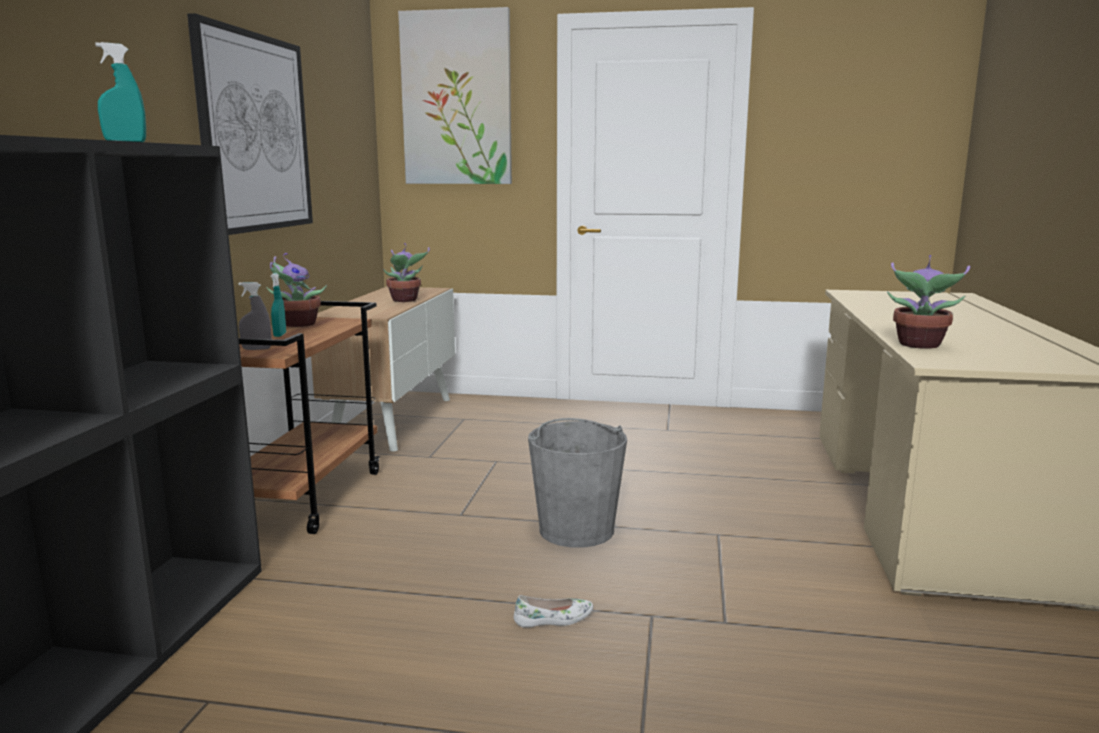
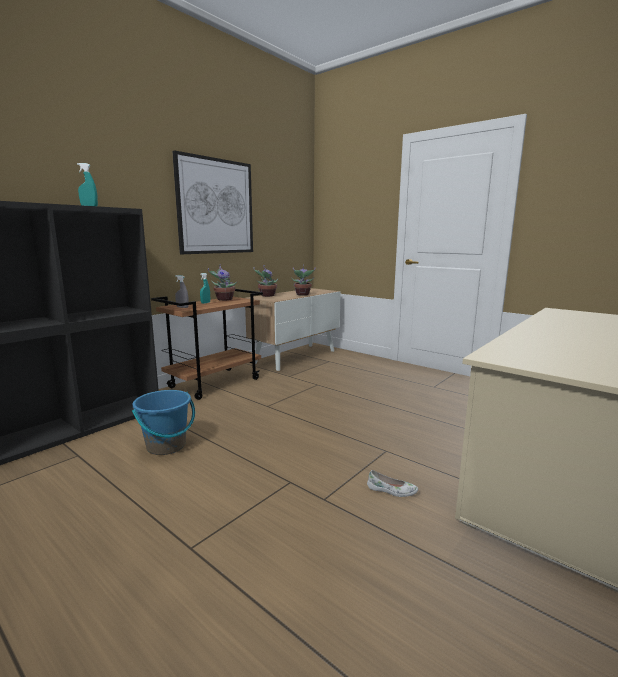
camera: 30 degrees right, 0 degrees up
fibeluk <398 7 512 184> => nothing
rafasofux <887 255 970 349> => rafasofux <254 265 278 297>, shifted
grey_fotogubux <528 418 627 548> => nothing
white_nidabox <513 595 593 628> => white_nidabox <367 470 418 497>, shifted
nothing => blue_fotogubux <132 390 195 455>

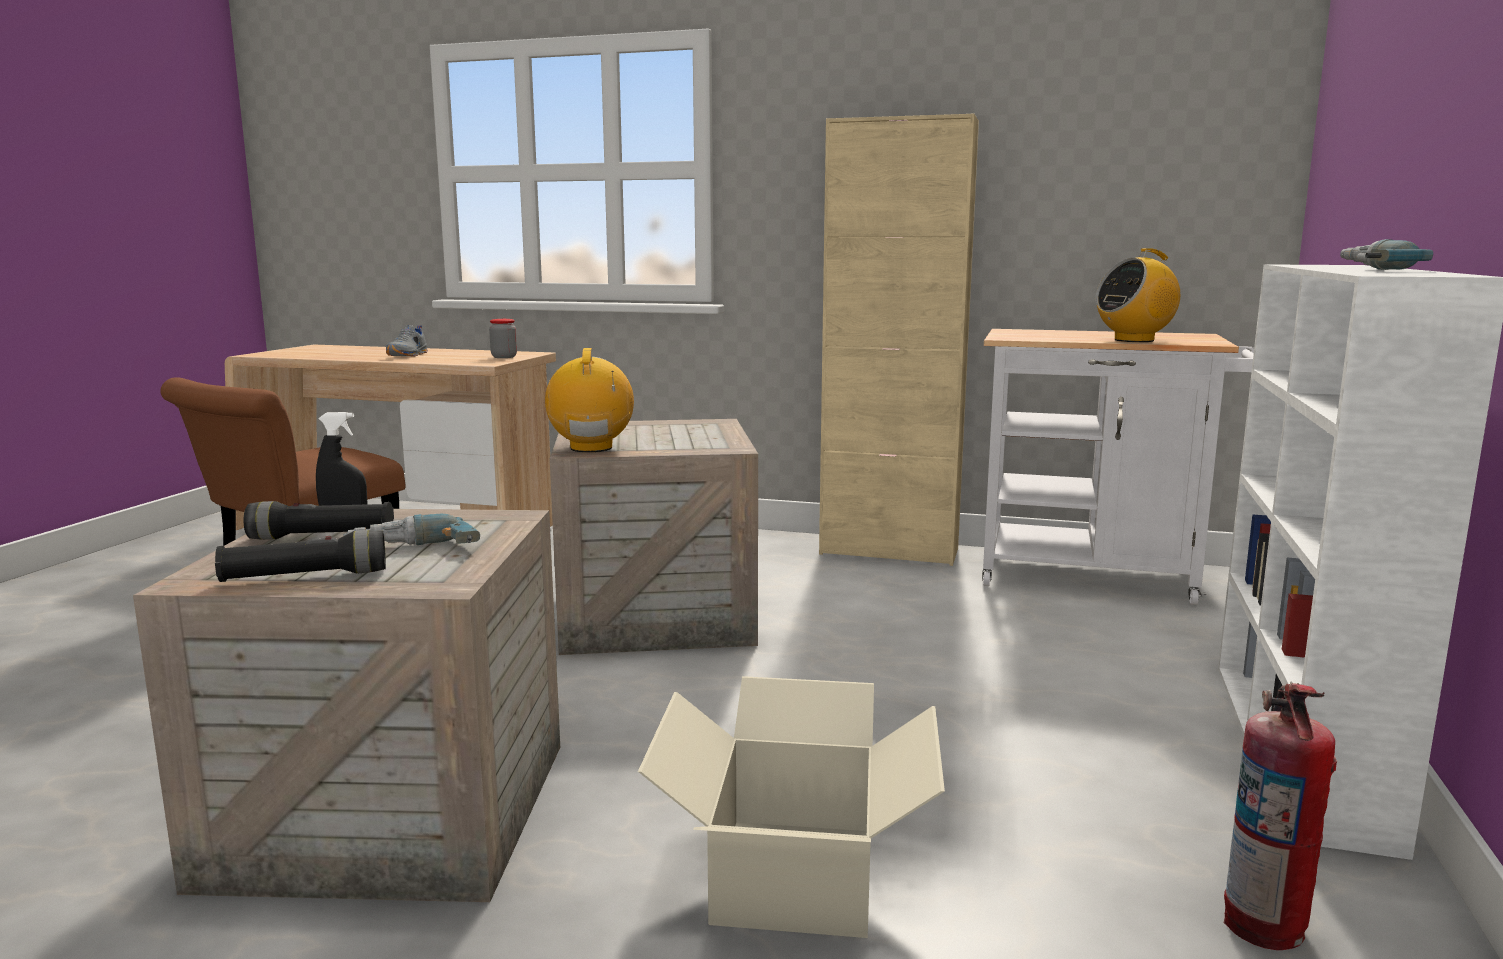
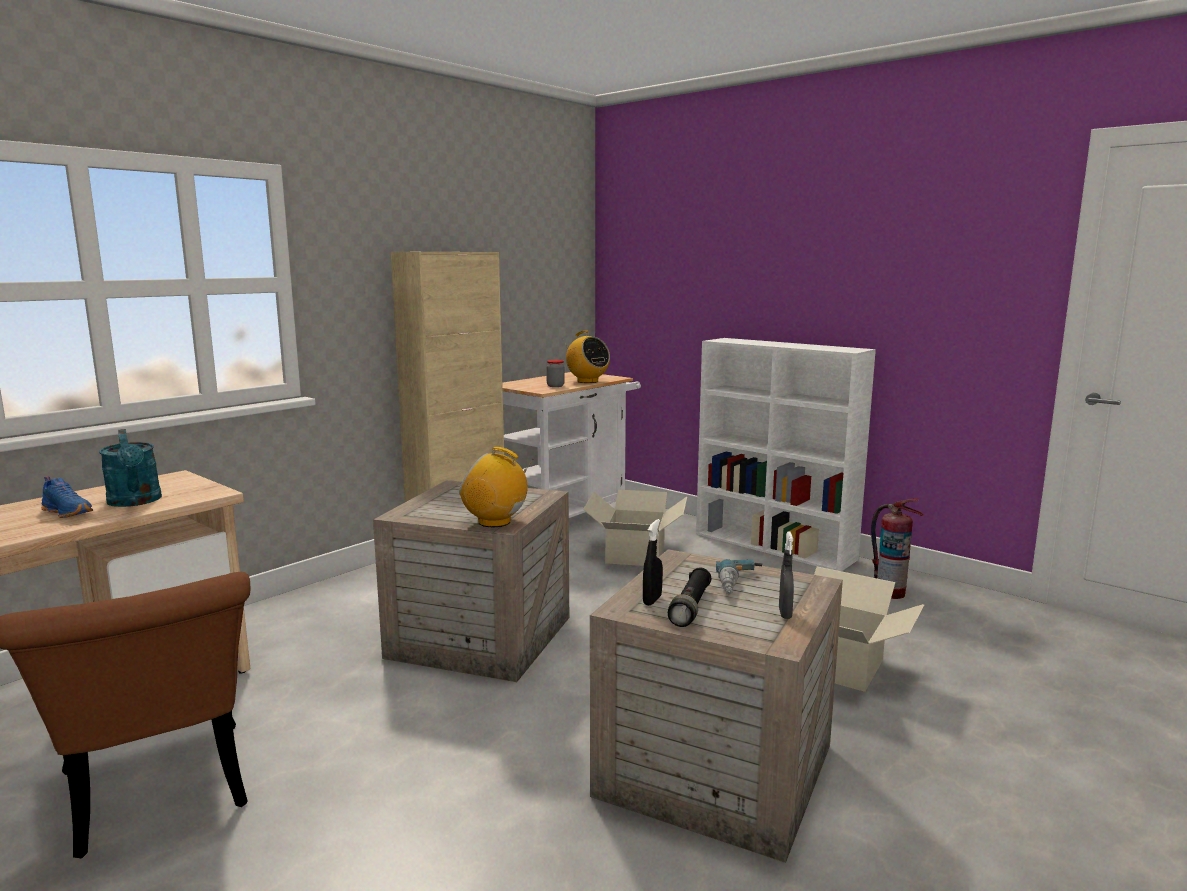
camera: 65 degrees left, 0 degrees up
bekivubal <1340 239 1433 270> => nothing
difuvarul <1096 248 1180 342> => difuvarul <563 331 610 383>, 45 degrees counterclockwise
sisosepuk <489 319 517 358> => sisosepuk <546 360 565 387>, shifted
grey_nidabox <386 325 428 356> => blue_nidabox <41 476 93 518>
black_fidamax <215 530 386 582> => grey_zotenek <779 531 794 619>
nothing => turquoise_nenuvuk <99 429 162 507>
nothing => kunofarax <583 490 687 566>

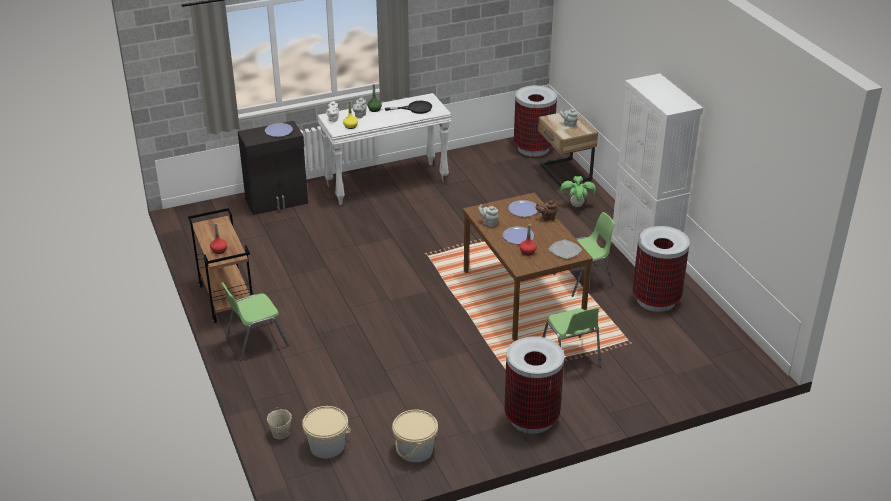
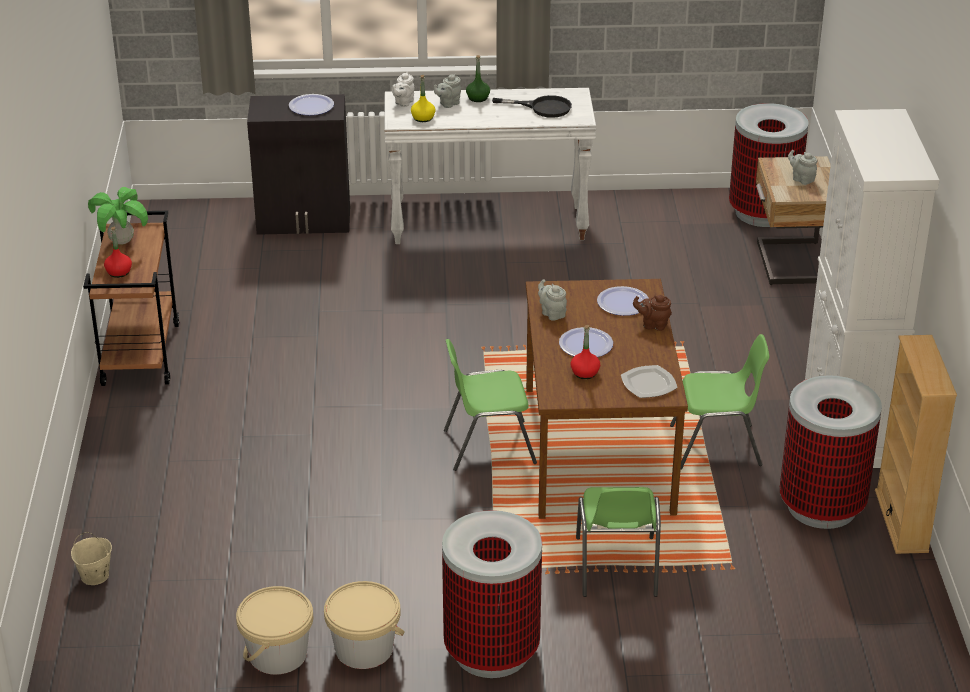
camera: 20 degrees right, 0 degrees up
rafasofux <560 176 596 207> => rafasofux <88 187 148 244>, shifted
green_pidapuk <221 282 289 361> => green_pidapuk <444 339 537 471>, shifted
beige_fotogubux <302 406 351 458> => beige_fotogubux <324 581 405 669>, shifted
nothing => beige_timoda <875 335 957 554>

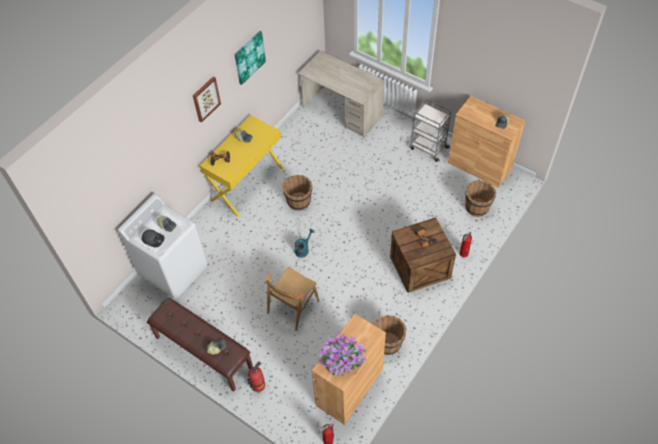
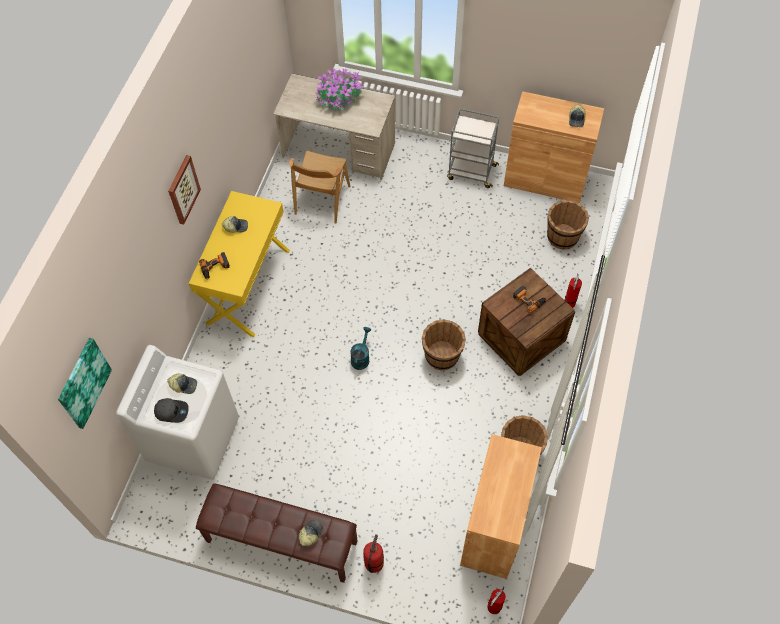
camera: 20 degrees left, 5 degrees up
fibeluk <234 31 266 85> => fibeluk <58 338 112 429>, shifted
brown_fotogubux <282 175 312 211> => brown_fotogubux <422 319 466 371>, shifted
brown_pidapuk <266 267 319 331> => brown_pidapuk <289 151 350 224>, shifted
rafasofux <318 333 366 376> => rafasofux <316 68 364 111>, shifted

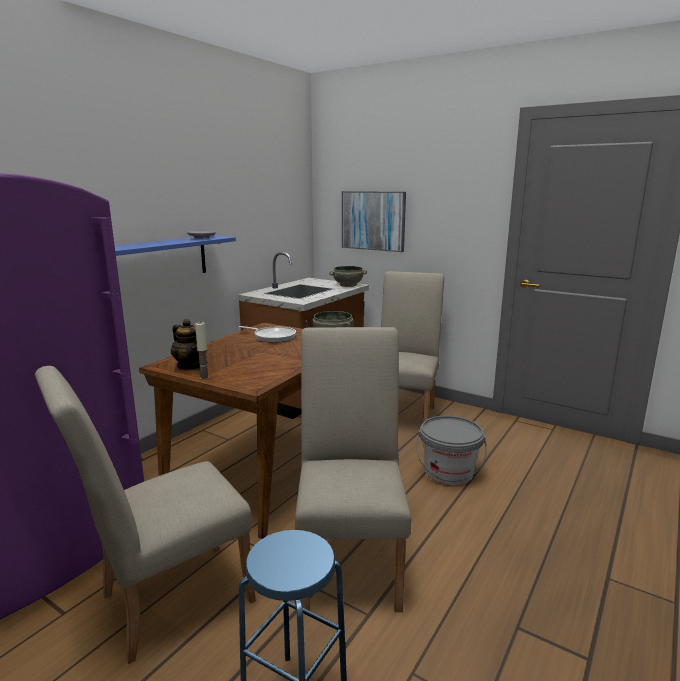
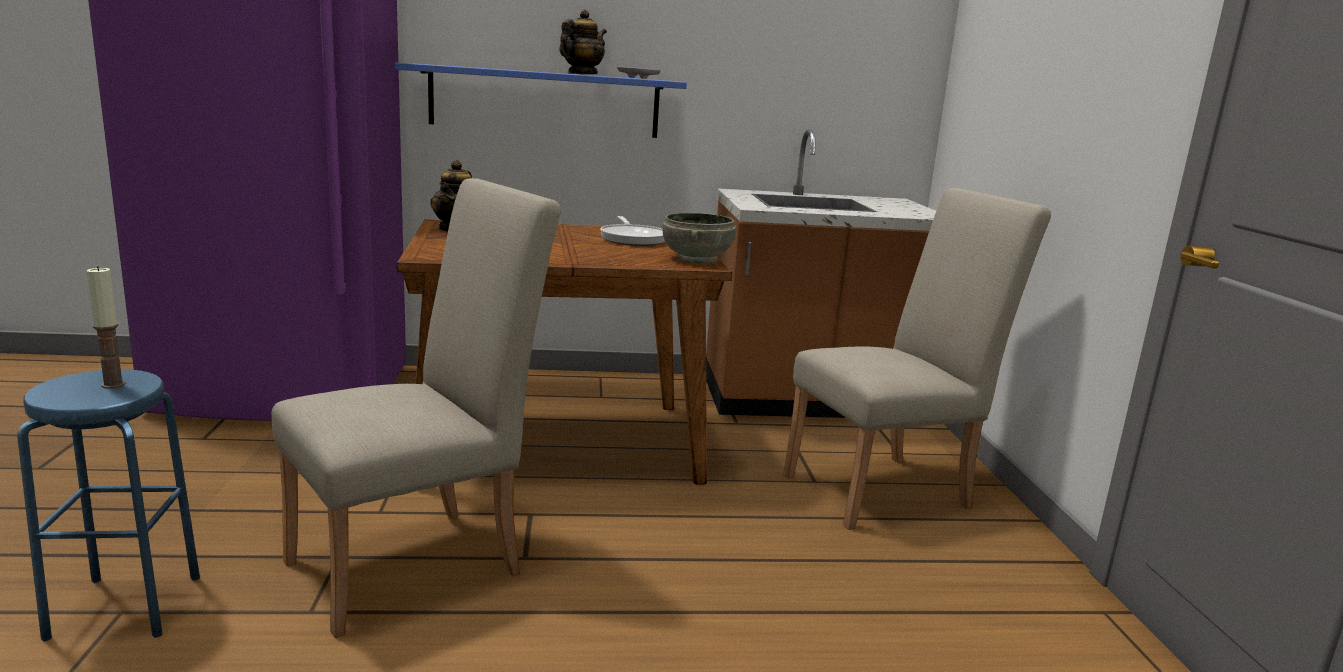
camera: 50 degrees right, 0 degrees up
fibeluk <342 191 406 252> => nothing
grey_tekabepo <330 266 367 287> => nothing
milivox <195 322 210 380> => milivox <87 266 126 389>, shifted
beige_pidapuk <35 366 256 664> => nothing
grey_fotogubux <416 416 487 485> => nothing
nothing => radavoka <559 10 607 74>

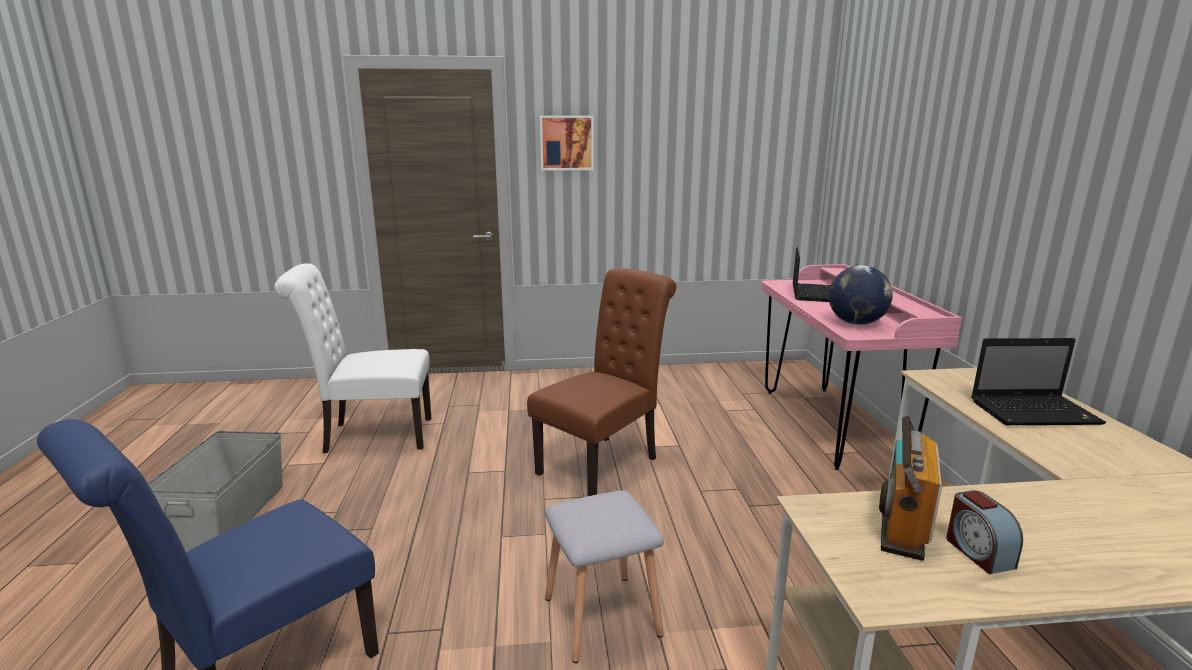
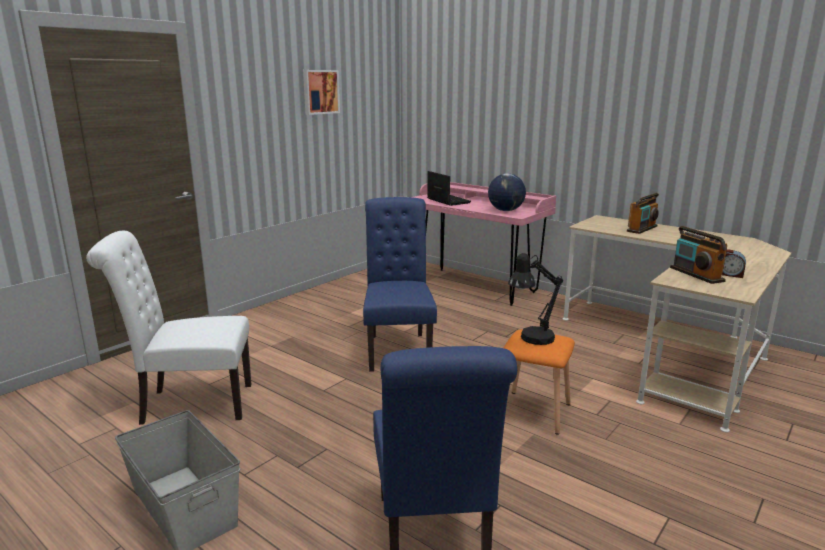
camera: 45 degrees left, 0 degrees up
fibeluk <540 115 594 171> => fibeluk <303 70 340 115>, shifted
white_pidapuk <274 263 431 453> => white_pidapuk <86 231 251 425>, 45 degrees clockwise
brown_pidapuk <527 268 676 496> => blue_pidapuk <363 197 437 372>
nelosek <971 338 1106 425> => difuvarul <627 193 659 234>
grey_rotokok <545 490 664 663> => orange_rotokok <504 329 575 435>
nothing => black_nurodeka <508 253 563 345>

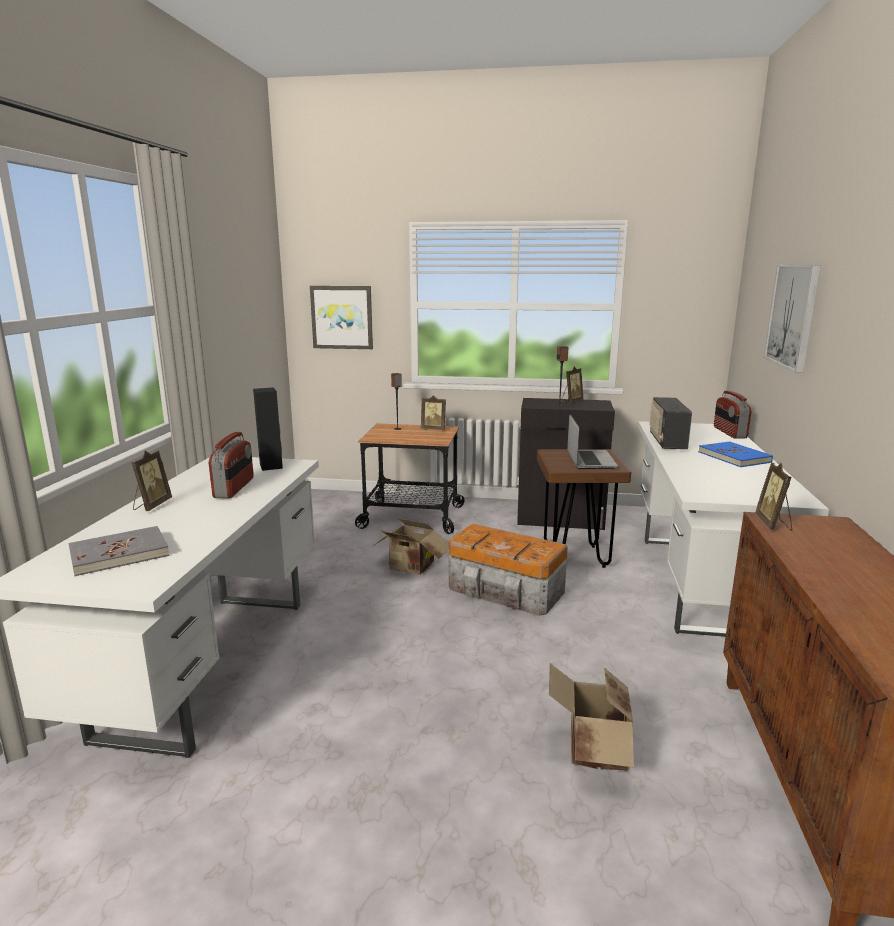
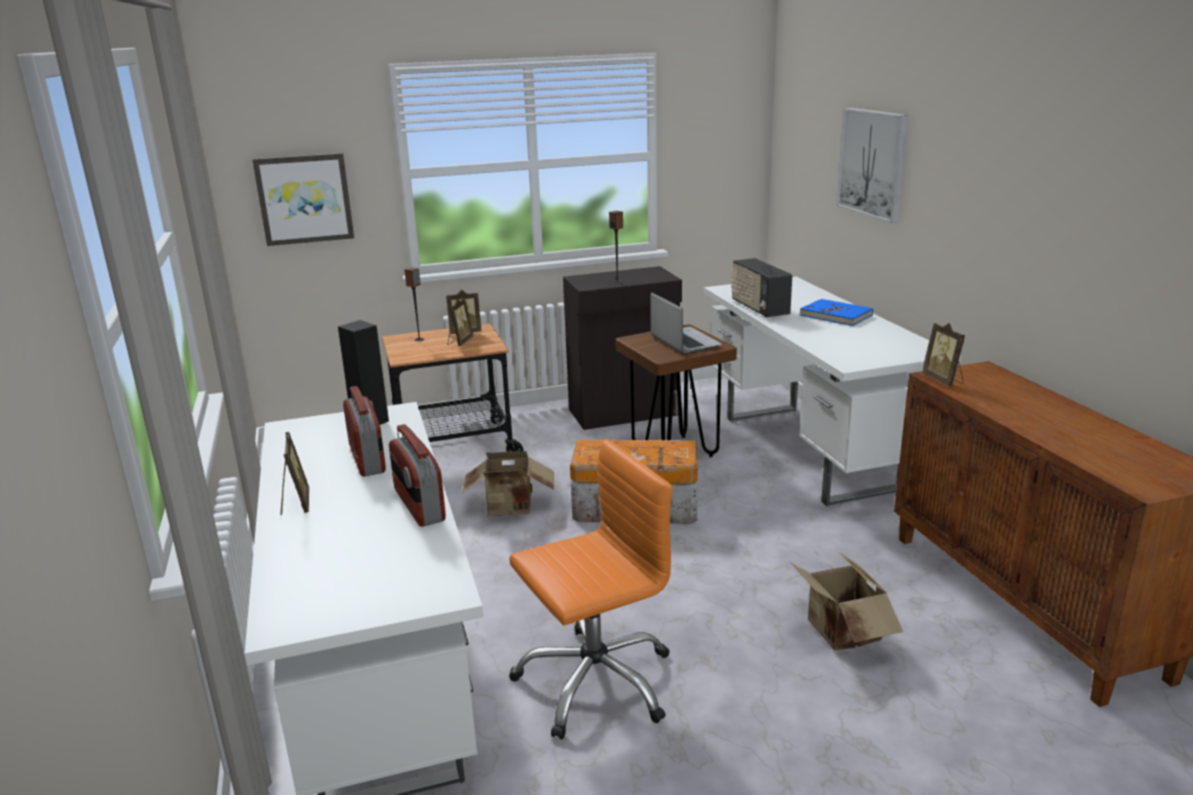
camera: 25 degrees left, 5 degrees up
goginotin <561 366 583 403> => goginotin <448 298 474 346>, shifted
difuvarul <714 391 751 439> => difuvarul <389 424 446 527>, shifted
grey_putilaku <68 526 170 576> => nothing
nothing => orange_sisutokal <509 439 673 739>

